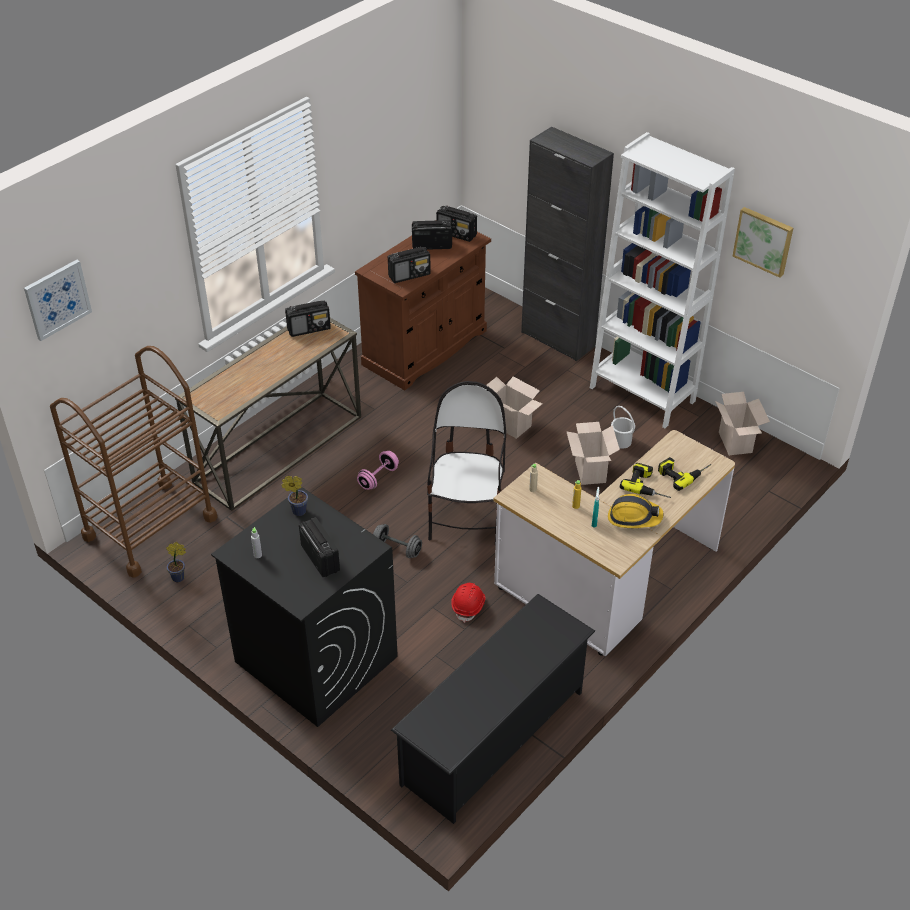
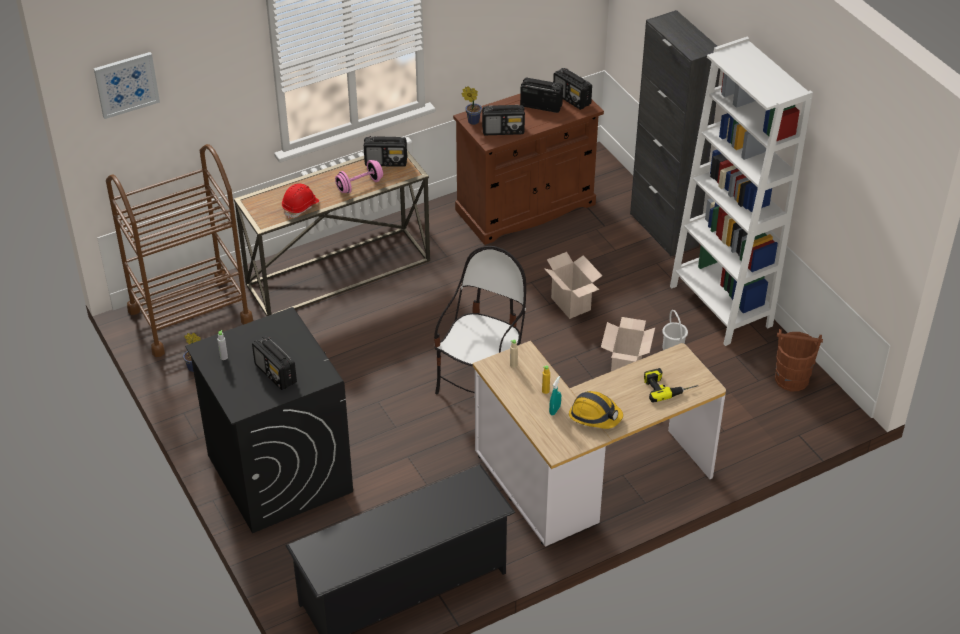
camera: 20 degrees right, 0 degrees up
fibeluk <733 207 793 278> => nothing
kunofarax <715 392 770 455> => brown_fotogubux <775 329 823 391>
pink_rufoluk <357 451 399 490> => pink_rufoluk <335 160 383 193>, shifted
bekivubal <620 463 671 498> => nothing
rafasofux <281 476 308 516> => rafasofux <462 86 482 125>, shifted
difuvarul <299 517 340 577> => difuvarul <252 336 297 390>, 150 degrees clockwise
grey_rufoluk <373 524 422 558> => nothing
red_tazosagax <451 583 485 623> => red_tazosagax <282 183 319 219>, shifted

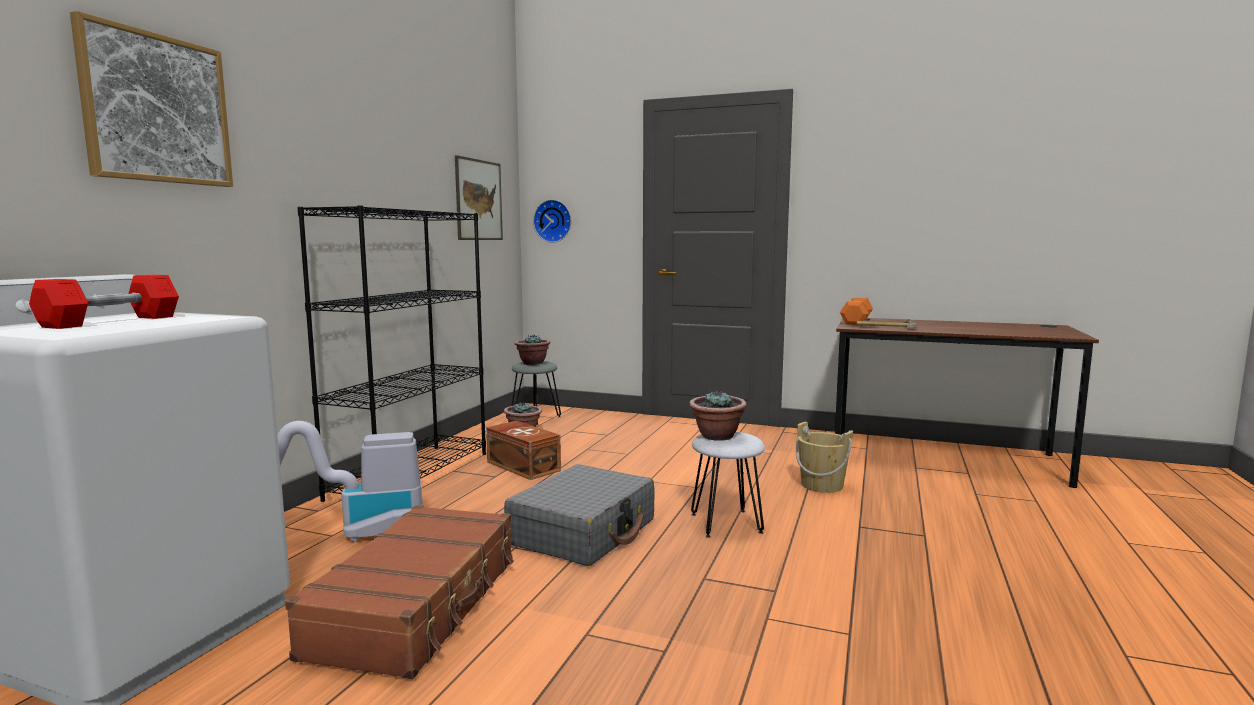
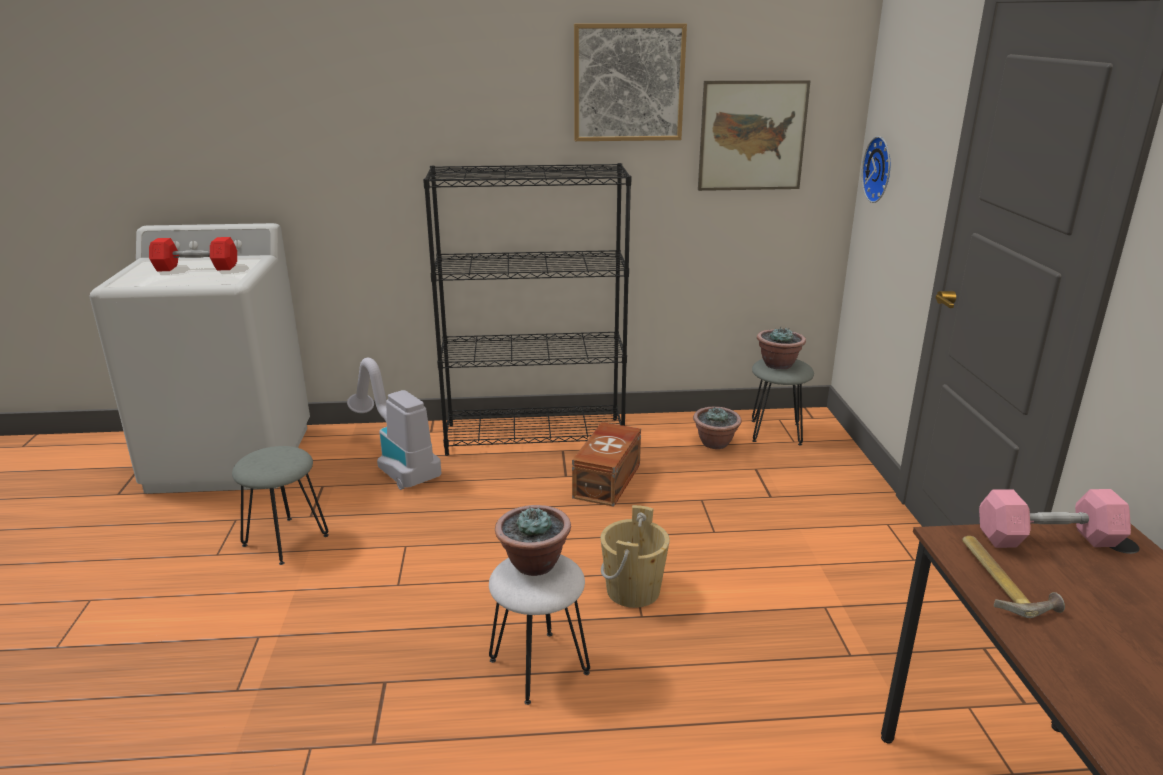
camera: 65 degrees right, 15 degrees up
fibeluk <70 11 233 187> => fibeluk <574 23 687 141>, shifted
orange_rufoluk <840 297 873 325> => pink_rufoluk <979 489 1131 548>
beige_fotogubux <796 422 853 493> => beige_fotogubux <600 505 670 608>, shifted
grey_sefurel <504 464 655 566> => nothing
brown_sefurel <285 505 514 679> => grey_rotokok <232 446 329 565>

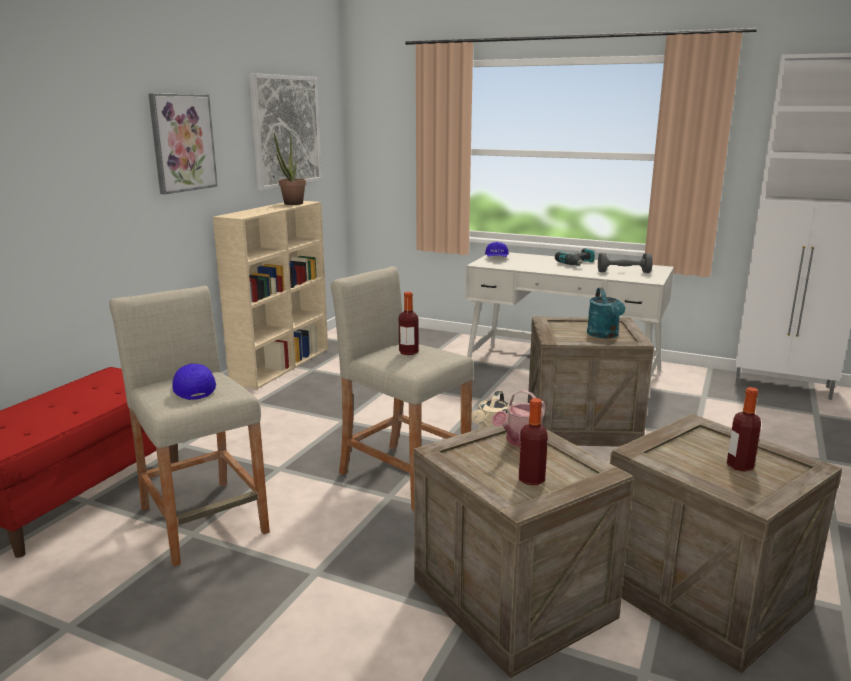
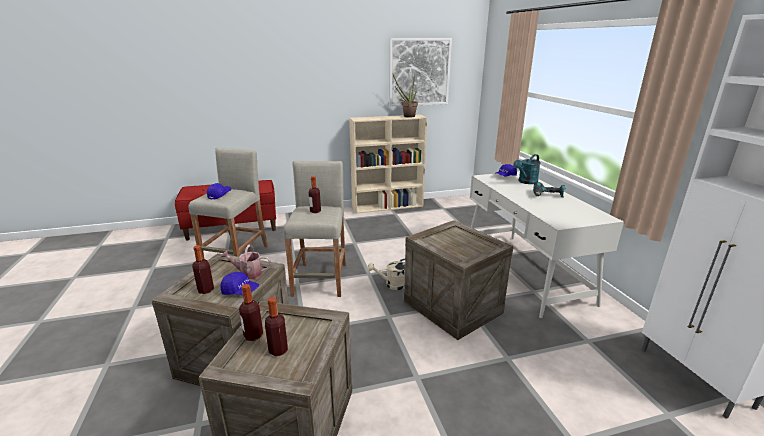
camera: 50 degrees right, 5 degrees up
fibeluk <148 94 218 194> => nothing
grey_rufoluk <598 253 653 273> => nothing
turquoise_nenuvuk <587 288 625 338> => turquoise_nenuvuk <513 154 541 184>, shifted
nothing => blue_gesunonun <221 272 259 295>
nothing => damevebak <239 284 263 341>

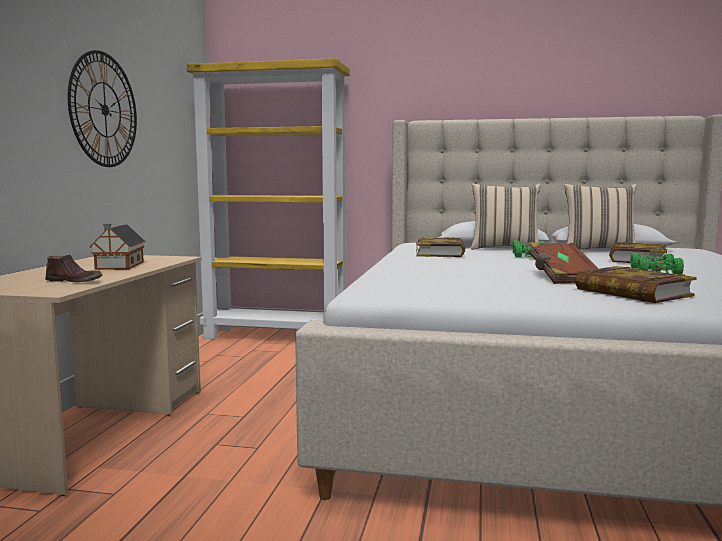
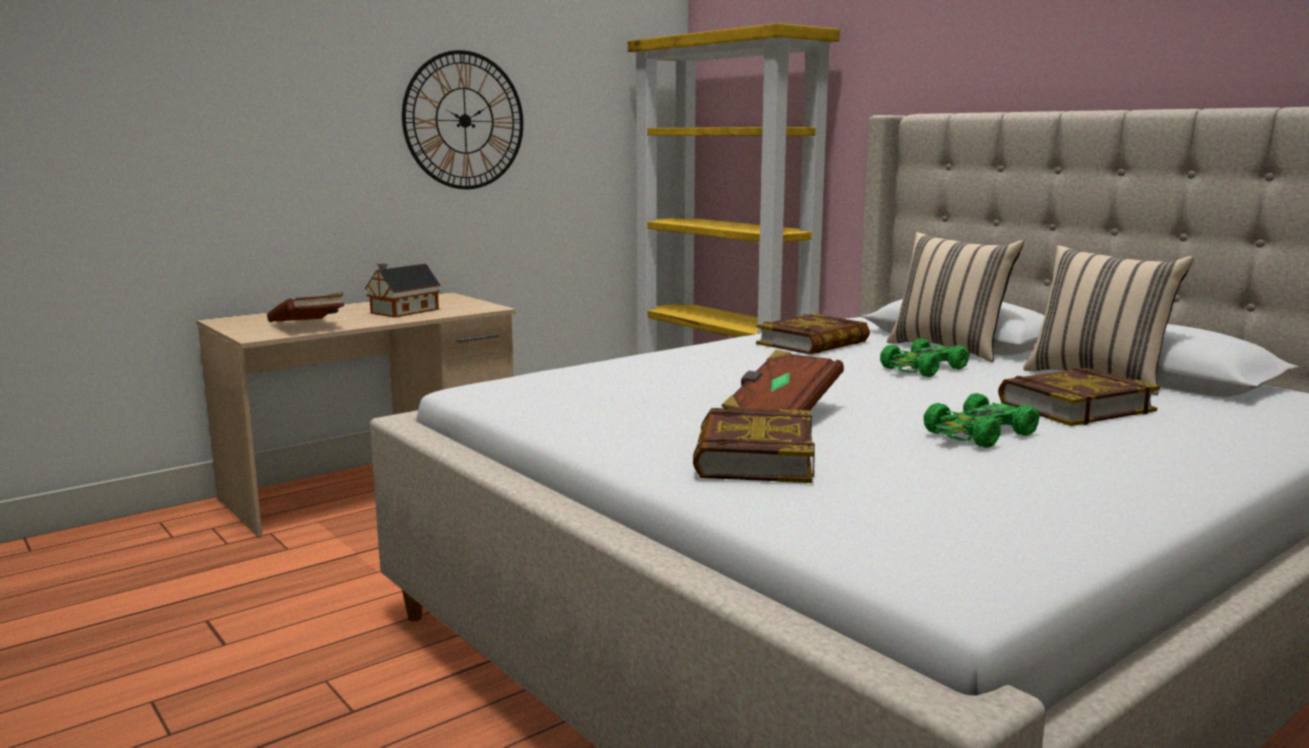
camera: 40 degrees right, 5 degrees up
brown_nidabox <45 255 103 282> => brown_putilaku <267 293 344 322>

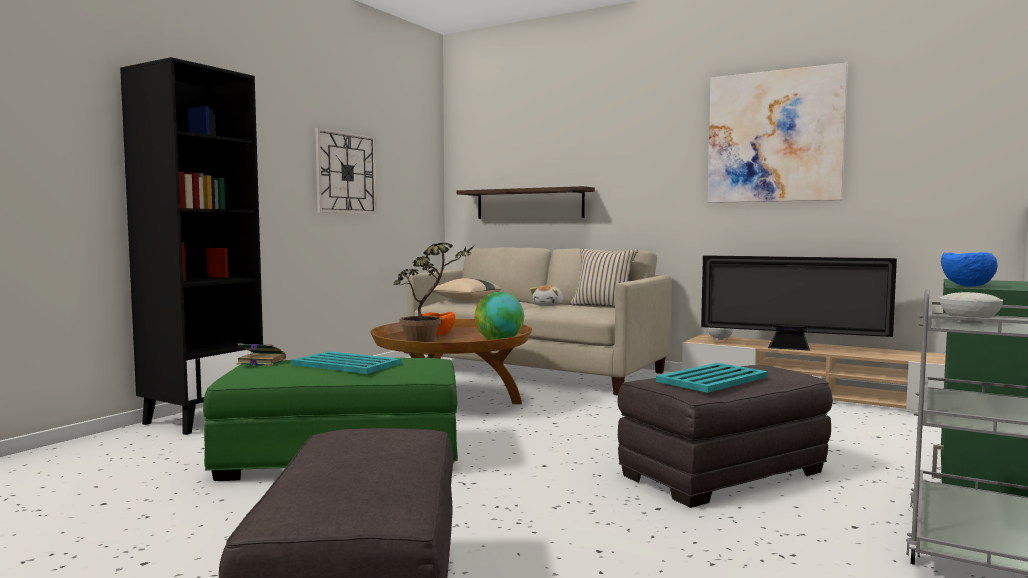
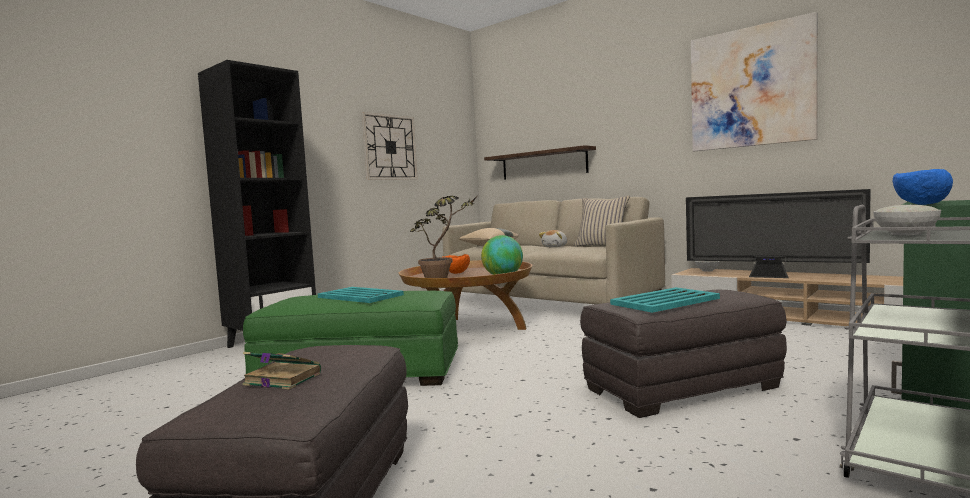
camera: 10 degrees right, 0 degrees up
putilaku <236 343 286 366> => putilaku <242 352 321 389>, shifted

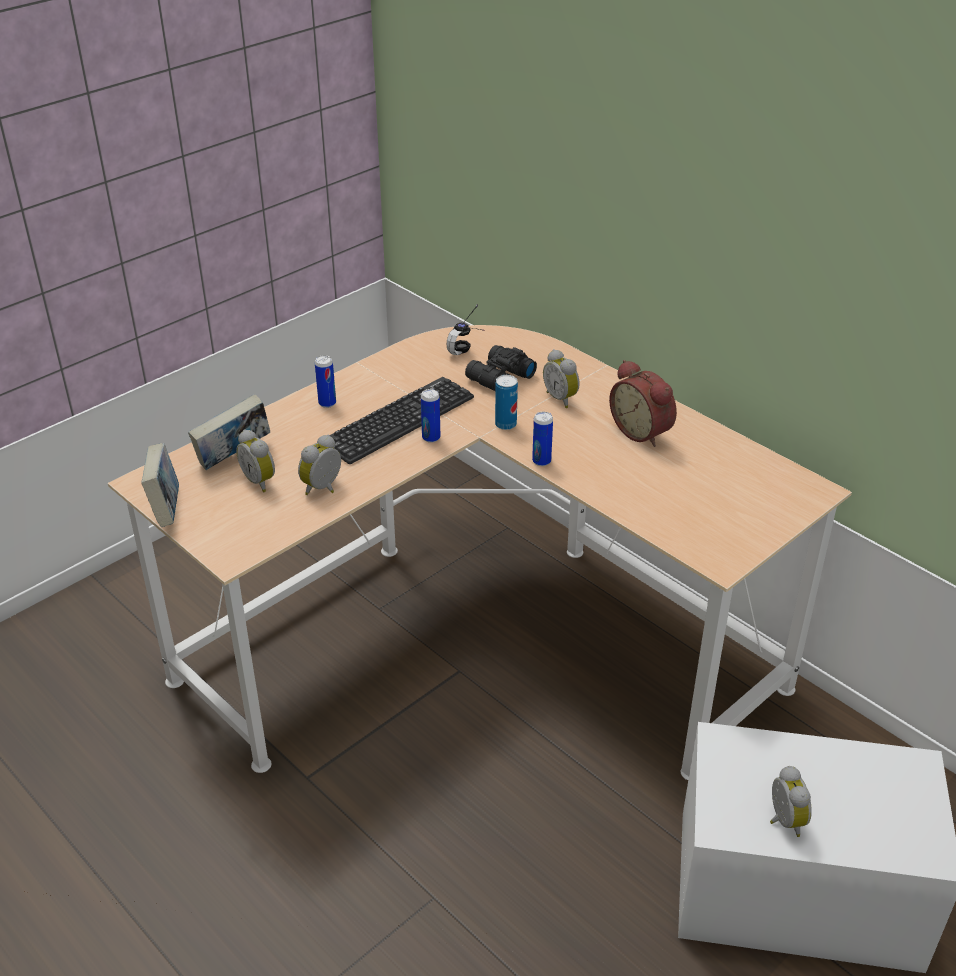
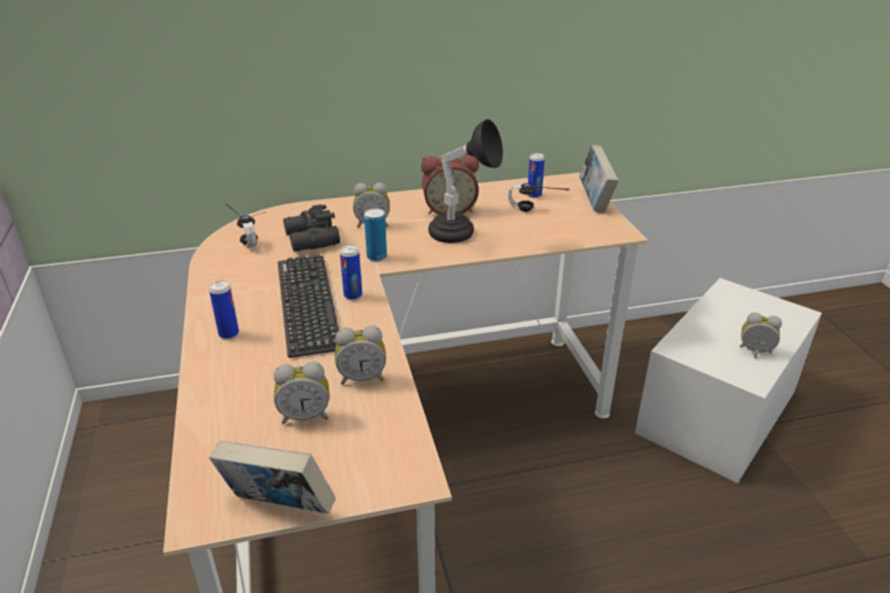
camera: 60 degrees left, 5 degrees down
putilaku <188 394 270 470> => putilaku <579 145 619 213>, shifted
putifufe <532 412 553 466> => putifufe <527 153 545 198>, shifted
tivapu <298 435 341 495> => tivapu <335 325 386 385>, 75 degrees counterclockwise
nothing => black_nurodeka <428 119 503 243>
nothing => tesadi <508 183 569 212>

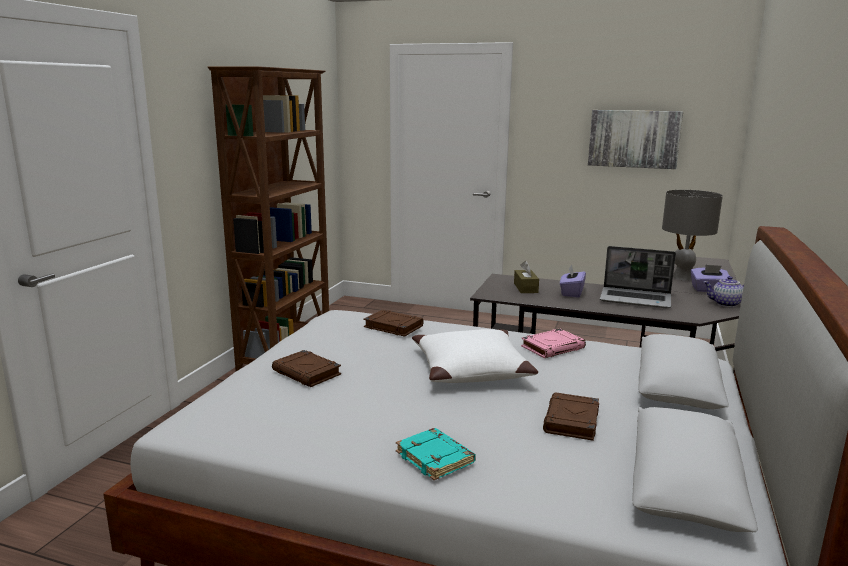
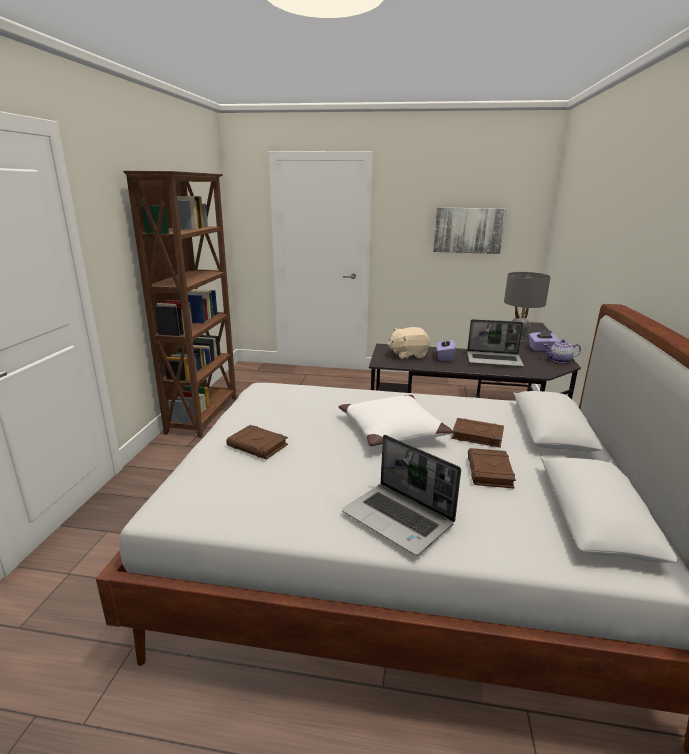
camera: 10 degrees left, 5 degrees up
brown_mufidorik <514 261 539 293> => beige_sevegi <388 327 430 359>
brown_putilaku <364 310 424 337> => brown_putilaku <452 418 504 448>, shifted
pink_putilaku <521 329 586 358> => nothing
turquoise_putilaku <396 428 476 480> => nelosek <342 435 461 556>

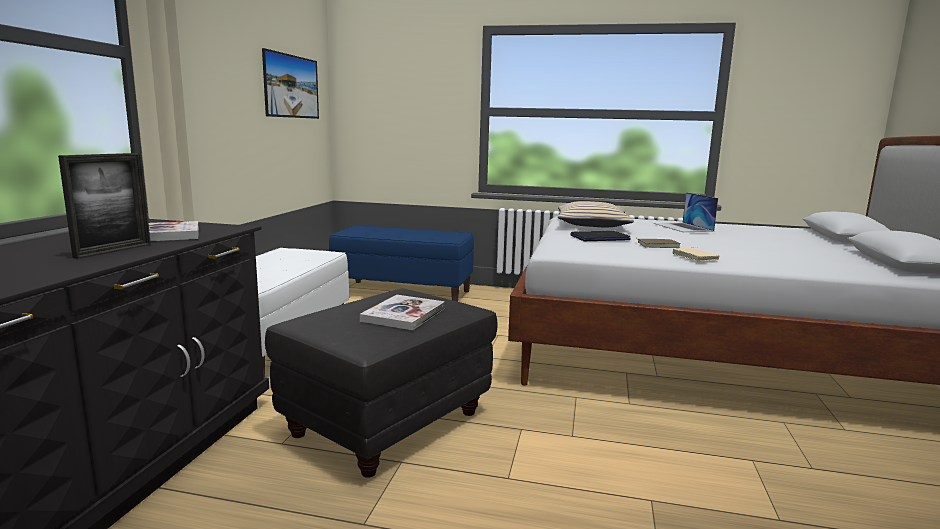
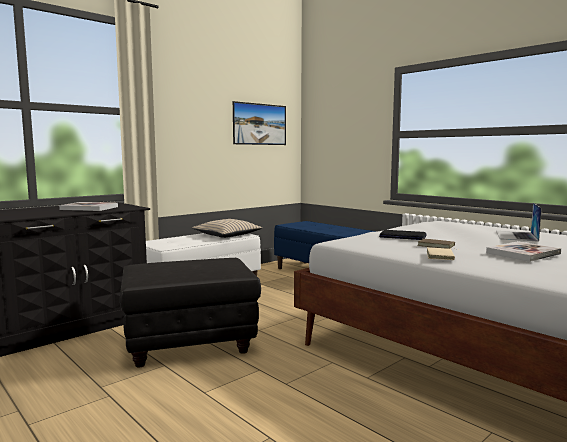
camera: 35 degrees right, 5 degrees down
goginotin <58 153 151 259> => nothing
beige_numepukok <558 201 634 228> => beige_numepukok <192 219 262 238>, shifted
putilaku <360 295 445 330> => putilaku <486 241 561 262>, shifted

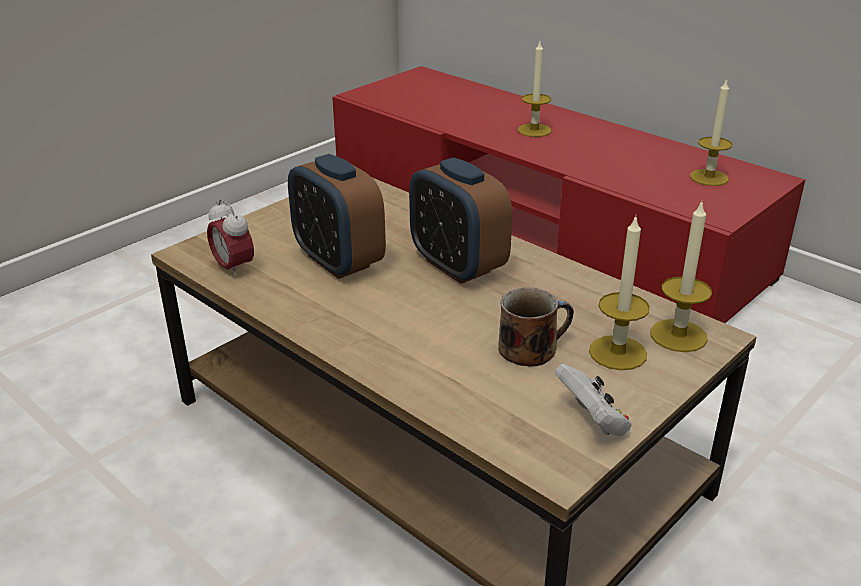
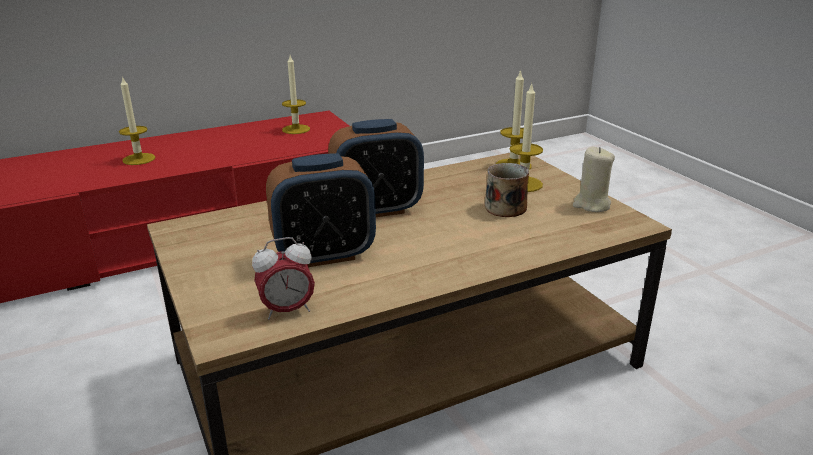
camera: 70 degrees left, 5 degrees down
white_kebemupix <554 364 631 436> => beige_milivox <573 147 615 212>

